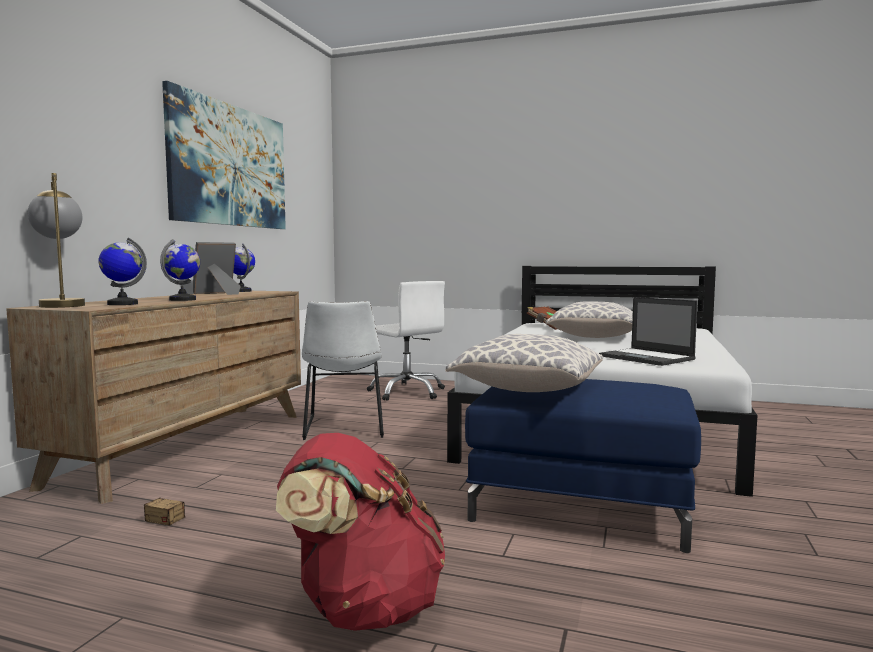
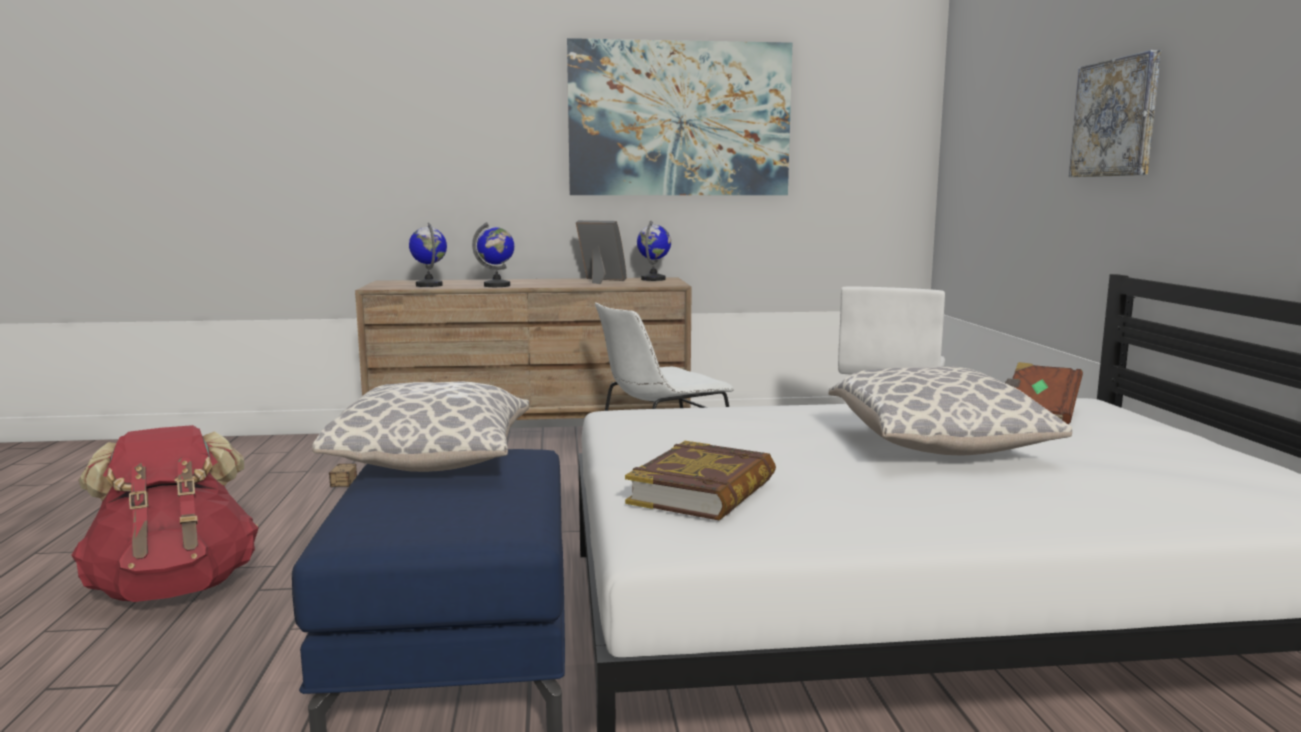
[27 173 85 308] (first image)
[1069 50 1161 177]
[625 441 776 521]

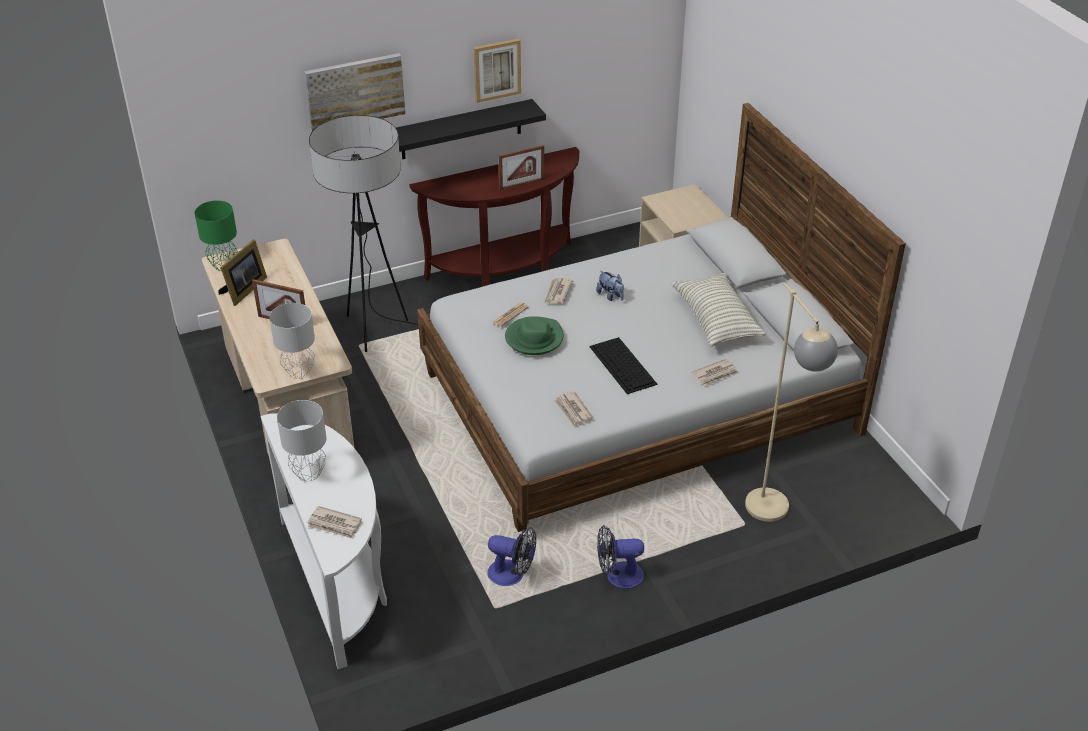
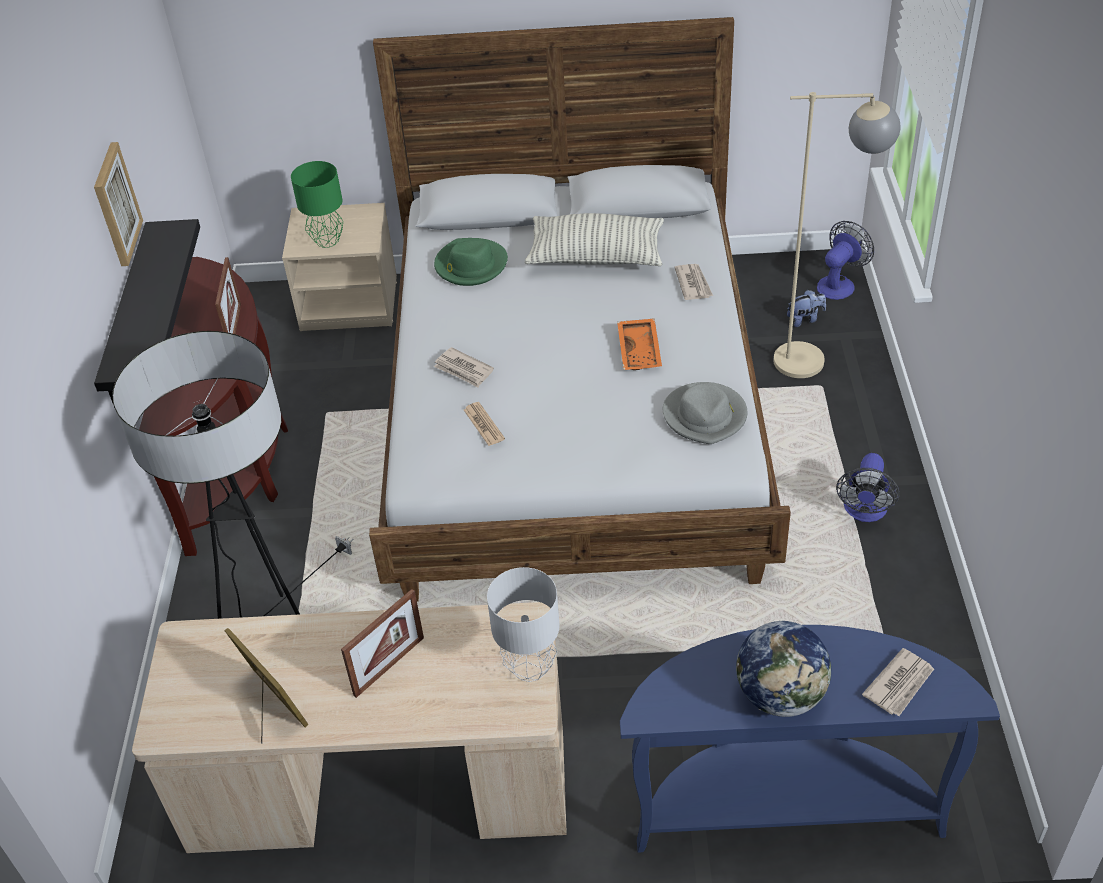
[304 53 405 131] (first image)
[291 161 343 248]
[817 221 874 300]
[434 238 508 286]
[787 290 826 327]
[736 621 831 717]
[663 382 747 444]
[617 318 662 370]
[620 625 1000 853]

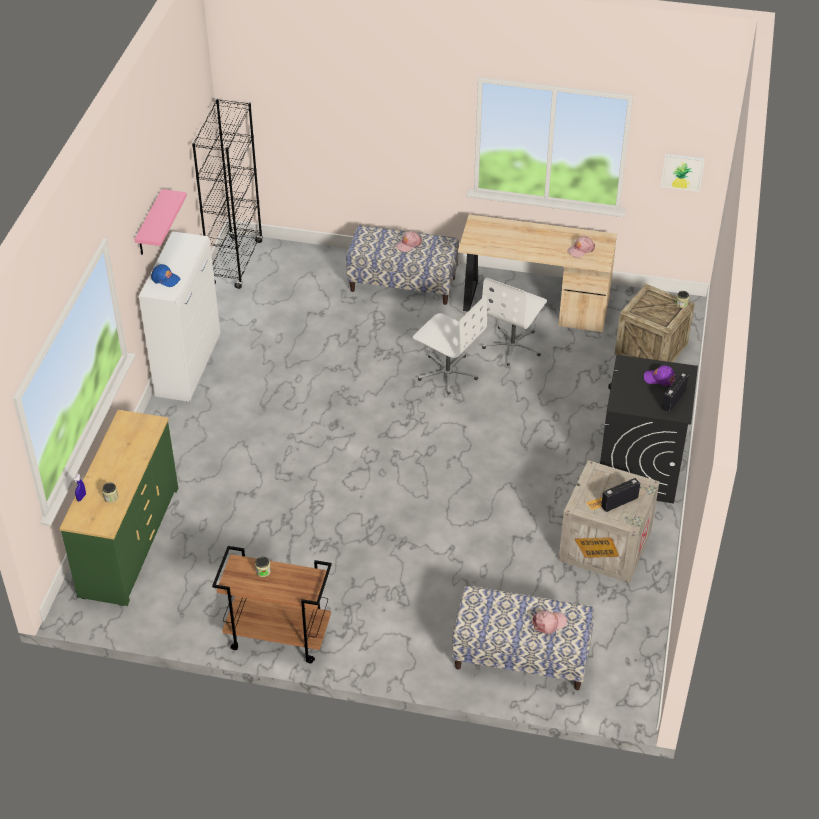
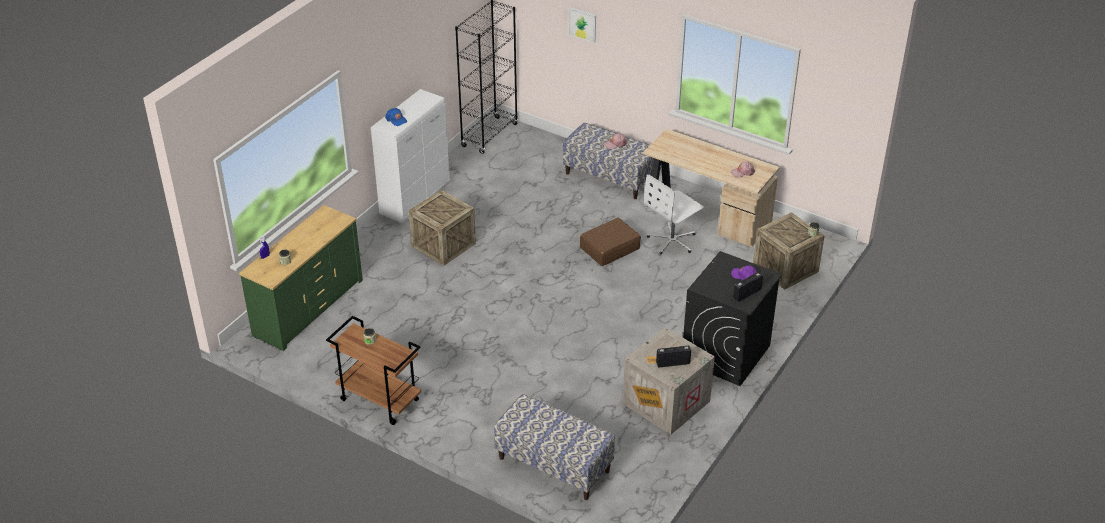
[135 189 187 255] (first image)
[532 611 567 634] (first image)
[409 190 476 265]
[568 7 596 43]
[580 218 641 266]

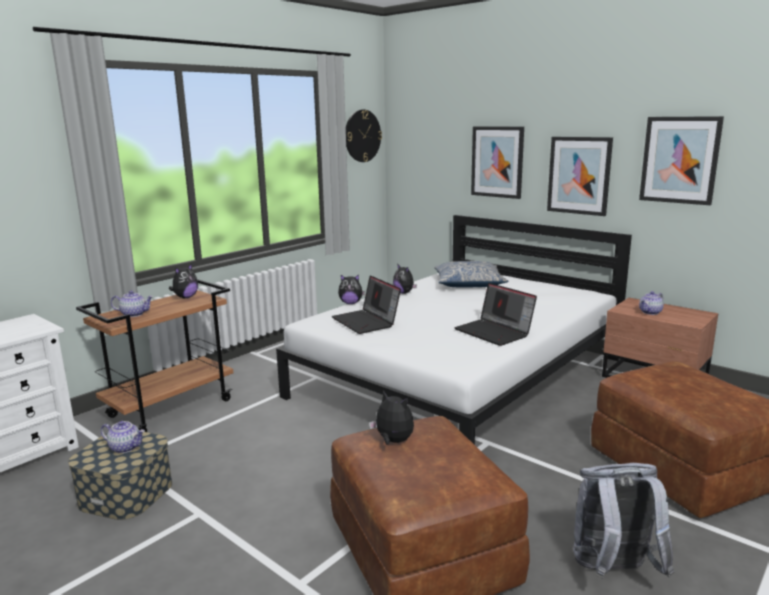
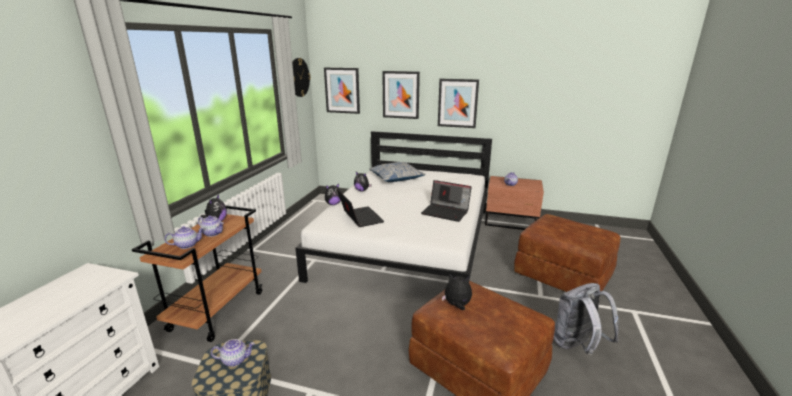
[198 216 224 237]
[324 67 360 114]
[337 189 384 227]

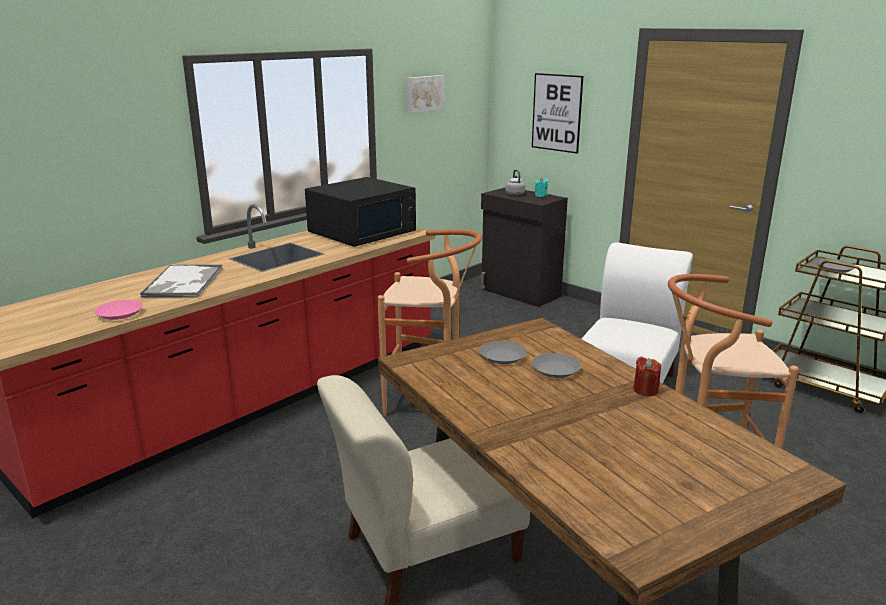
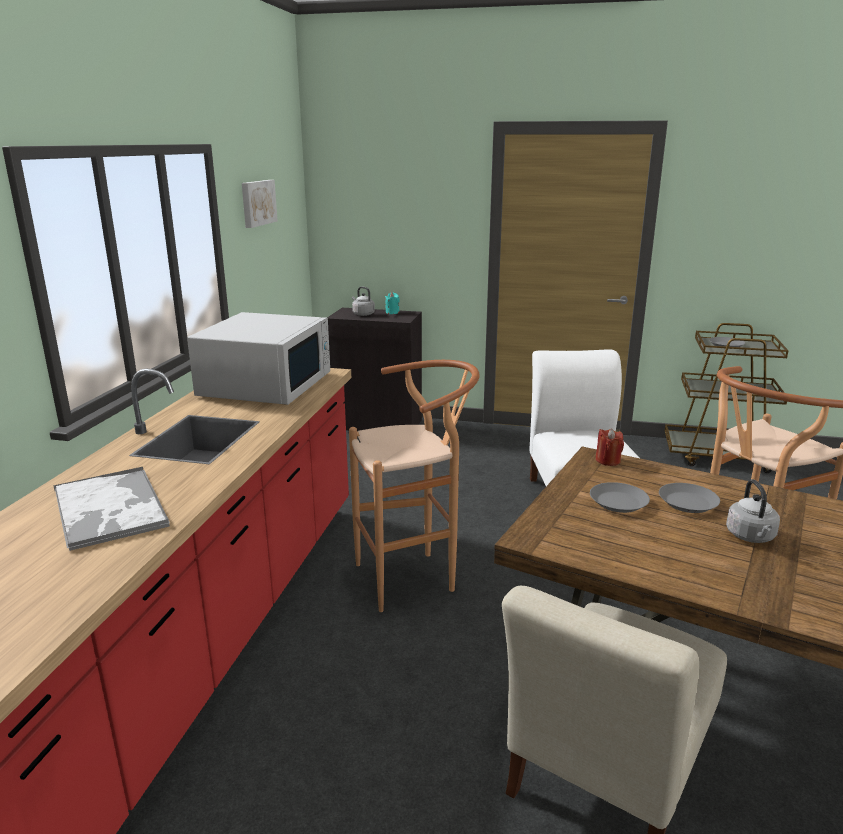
[94 300 143 320] (first image)
[532 73 583 154] (first image)
[726 479 780 543]
[596 429 624 466]
[187 312 330 405]

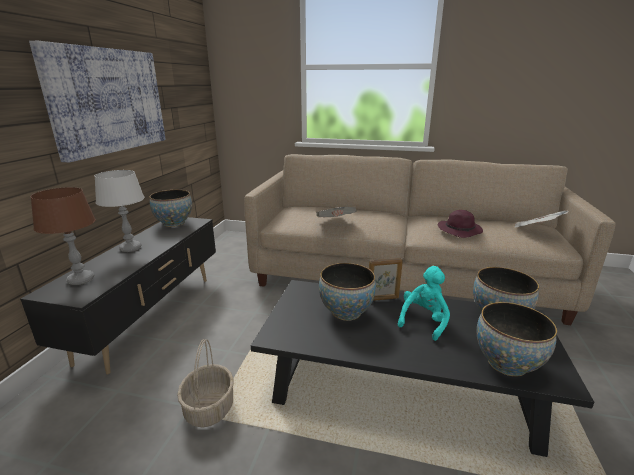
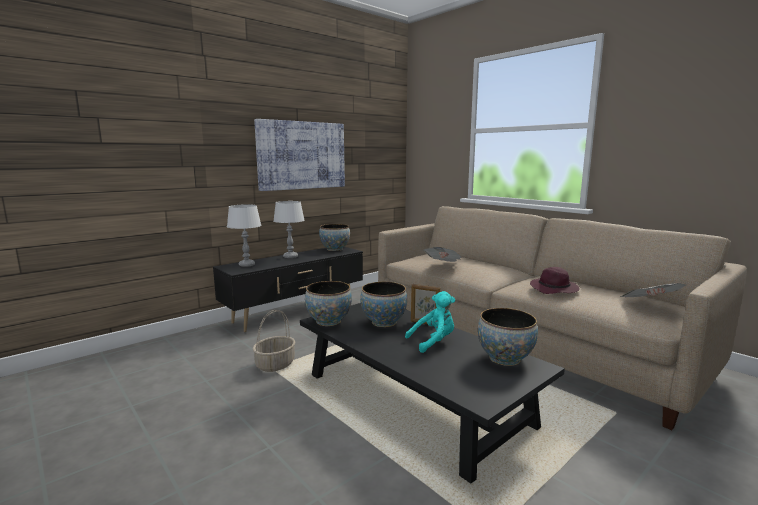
[305 281 352 326]
[227 204 261 267]

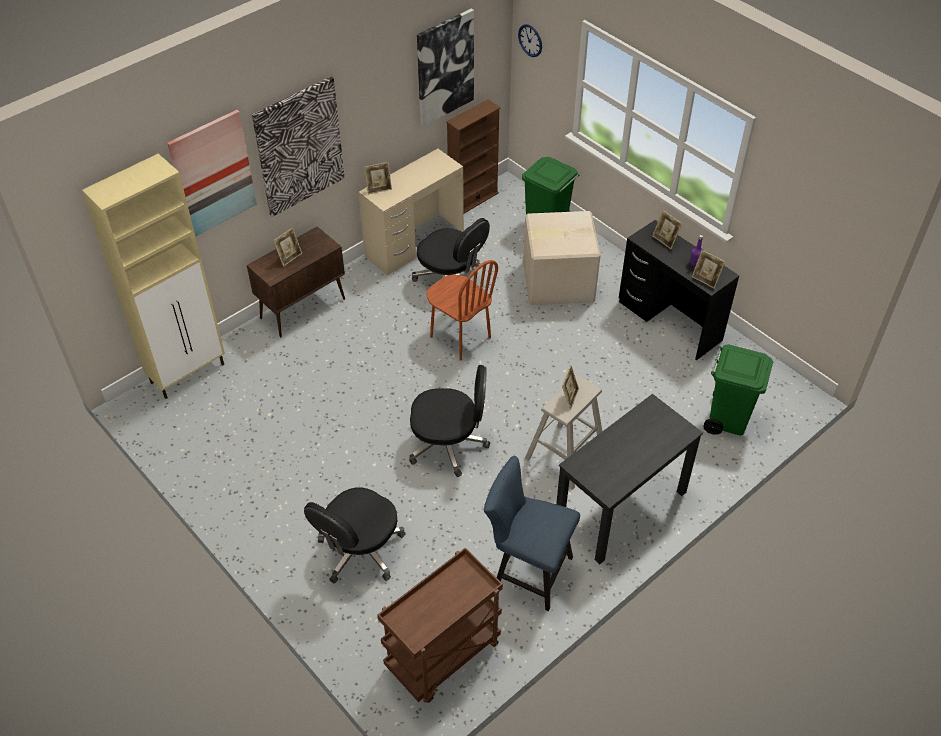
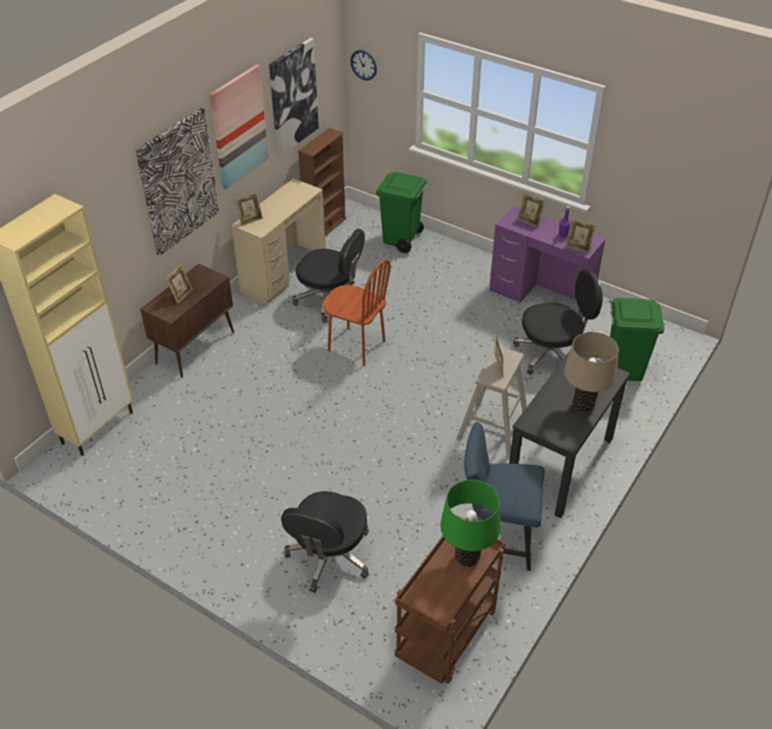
[523 211 601 305] (first image)
[440 480 501 567]
[564 332 619 413]
[210 64 268 189]
[513 269 603 375]
[490 206 605 318]

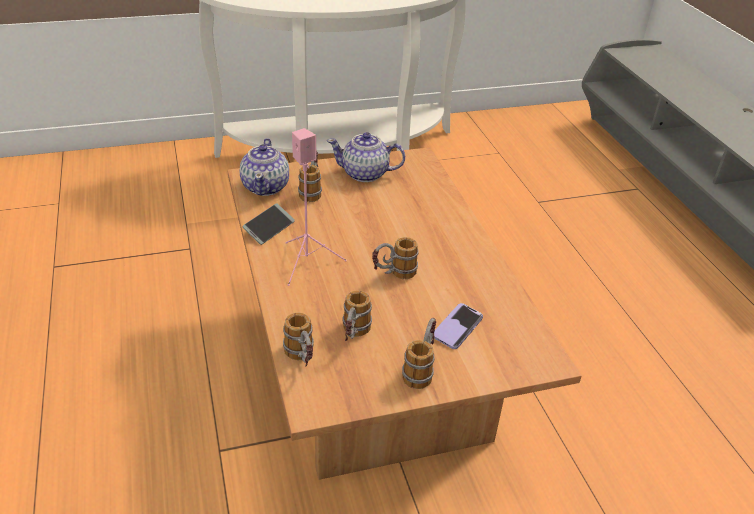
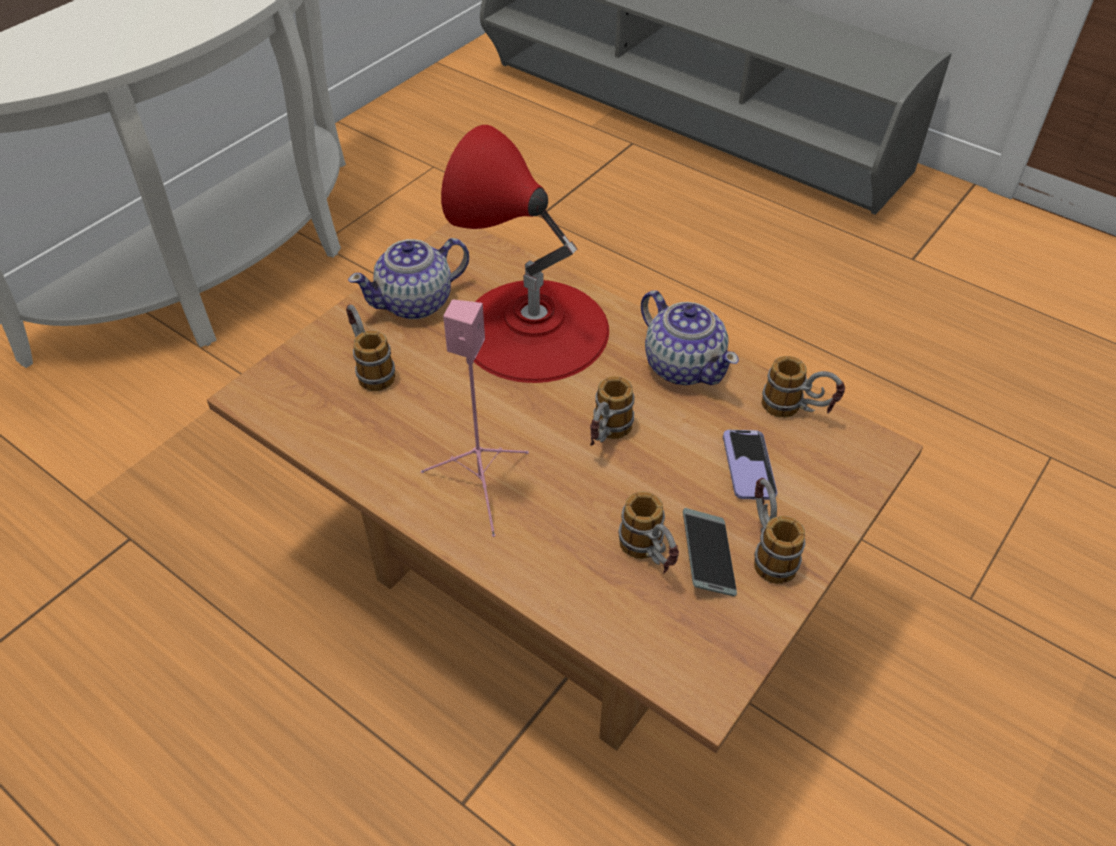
[441 125 609 383]
[641 290 739 385]
[683 508 737 596]
[762 356 845 418]

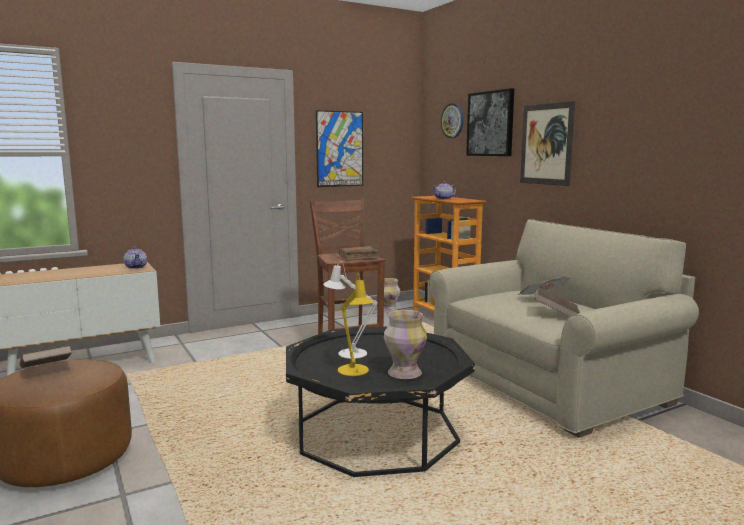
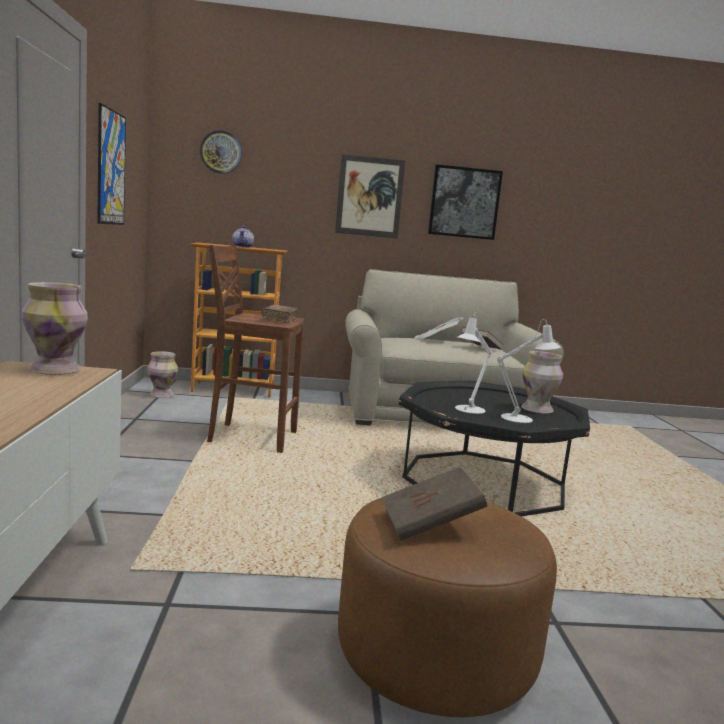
[428 164 503 240]
[22 282 88 375]
[497 319 560 423]

